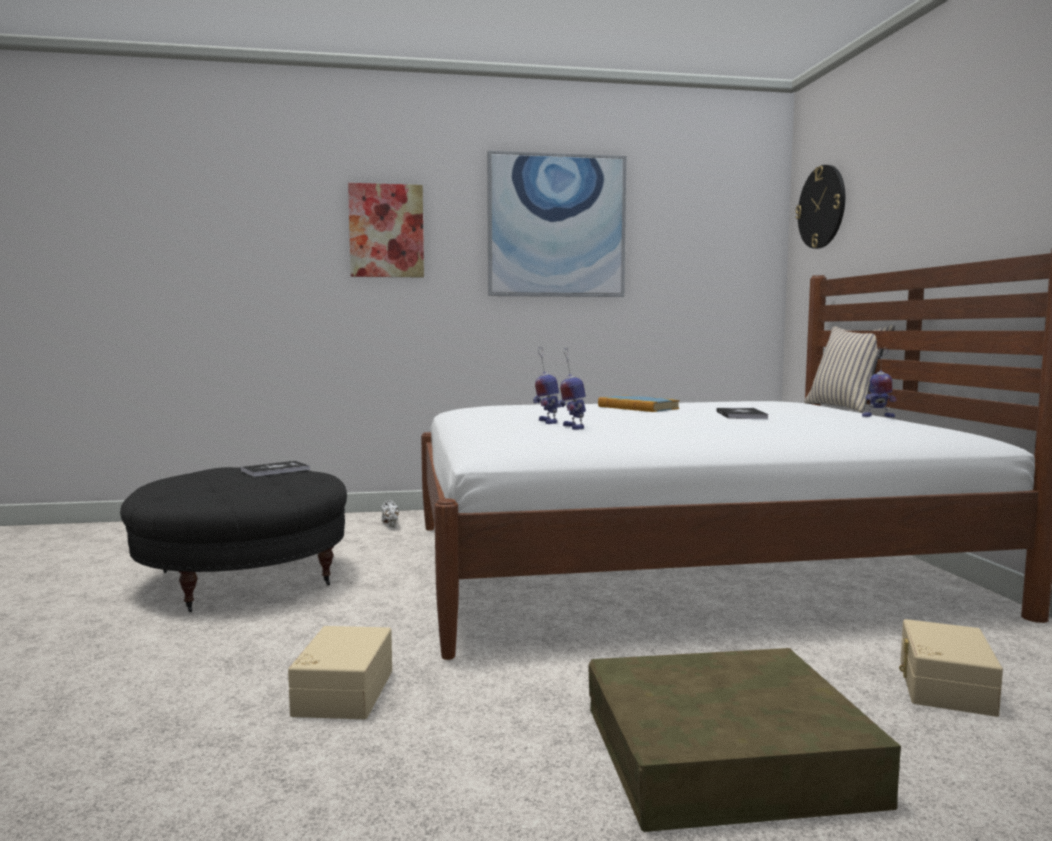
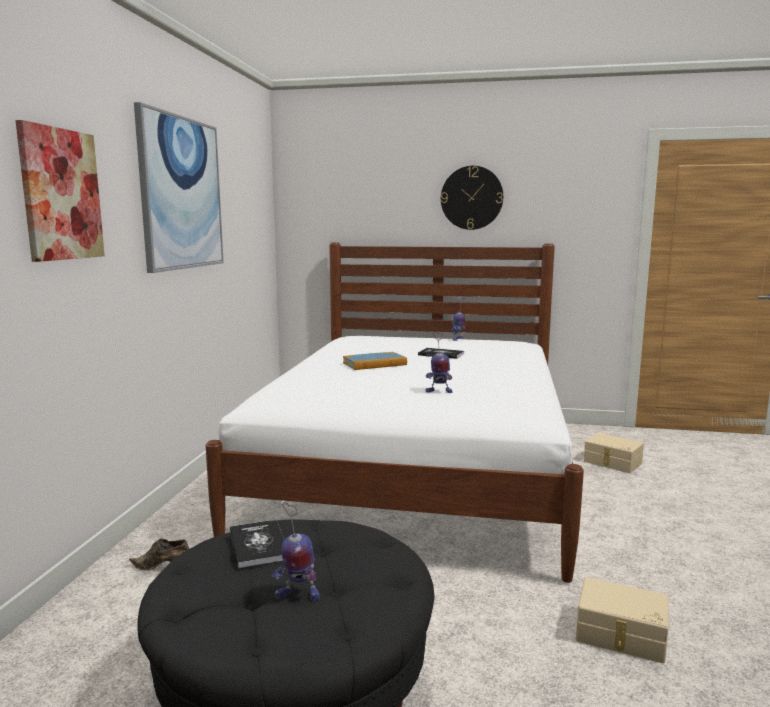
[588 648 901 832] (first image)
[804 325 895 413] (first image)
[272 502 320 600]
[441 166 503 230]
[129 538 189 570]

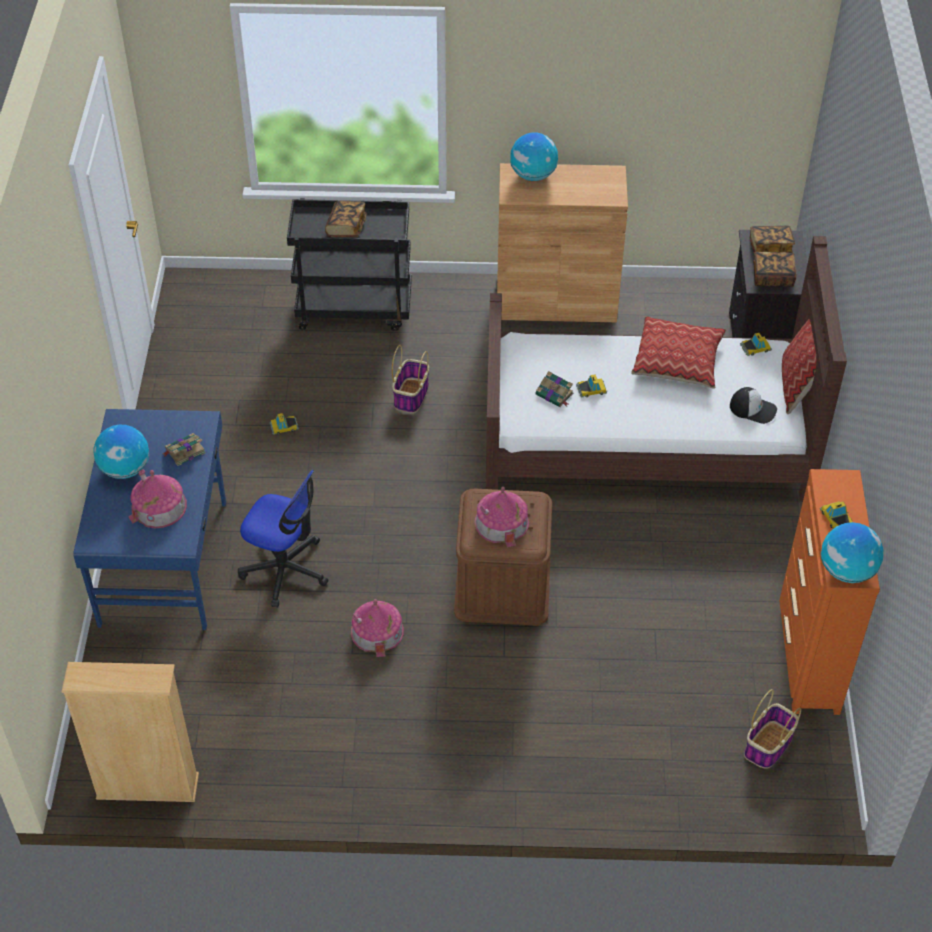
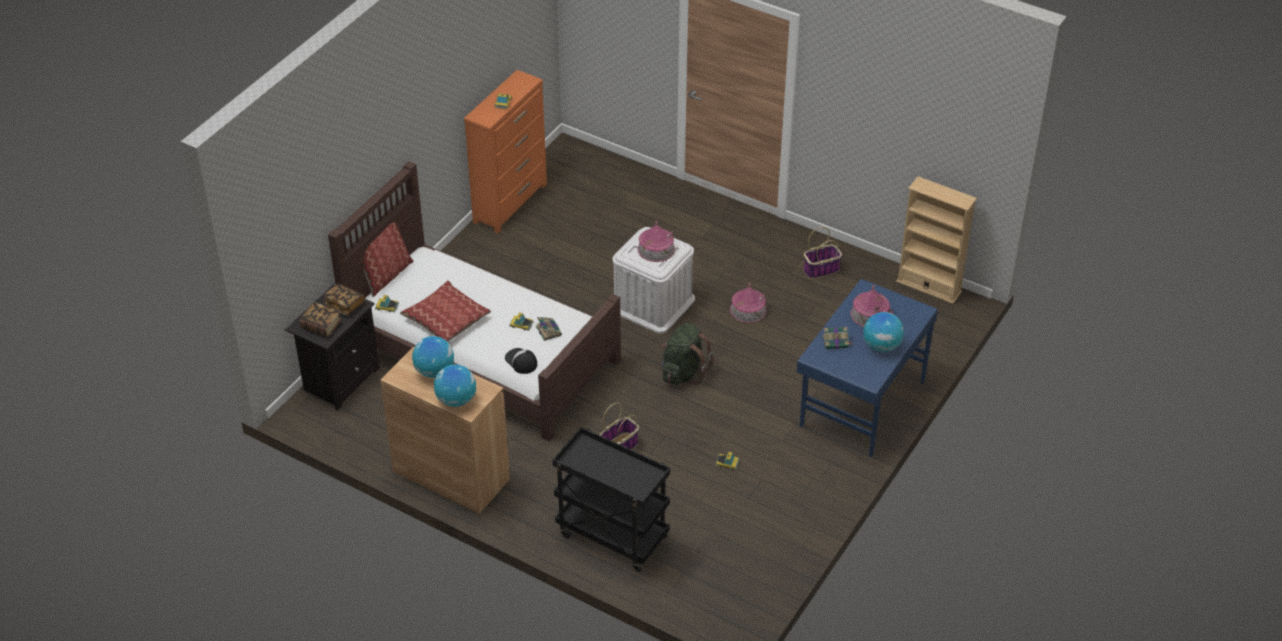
[238 470 329 608] (first image)
[325 201 367 237] (first image)
[662 323 714 385]
[505 348 537 374]
[803 227 842 279]
[412 336 454 378]
[613 227 695 334]

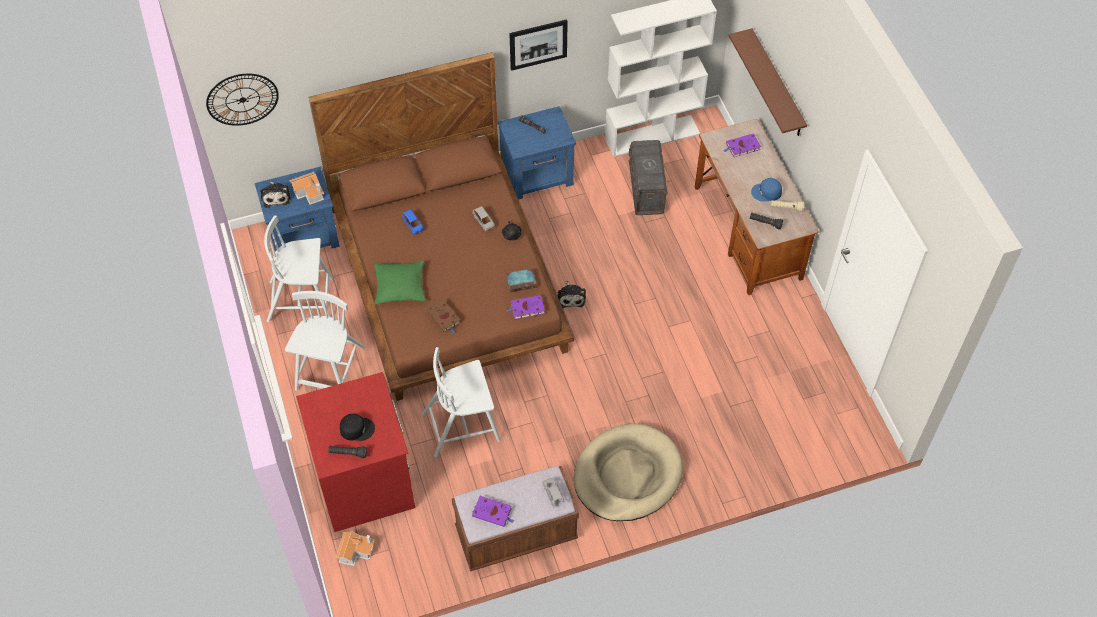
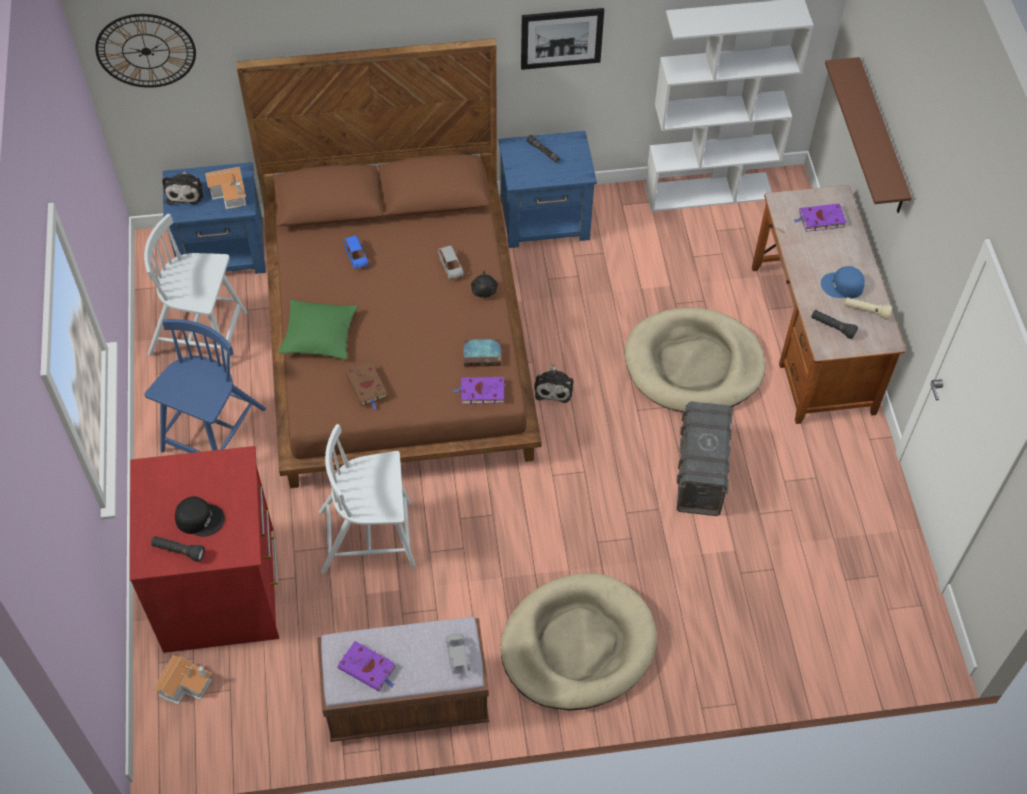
[625 307 765 412]
[676 401 733 516]
[144 319 266 453]

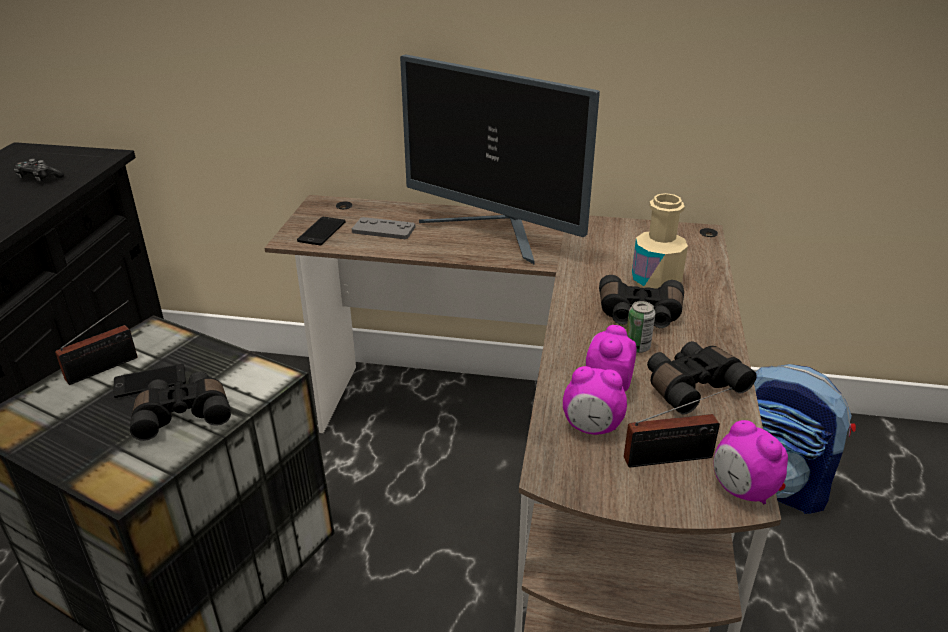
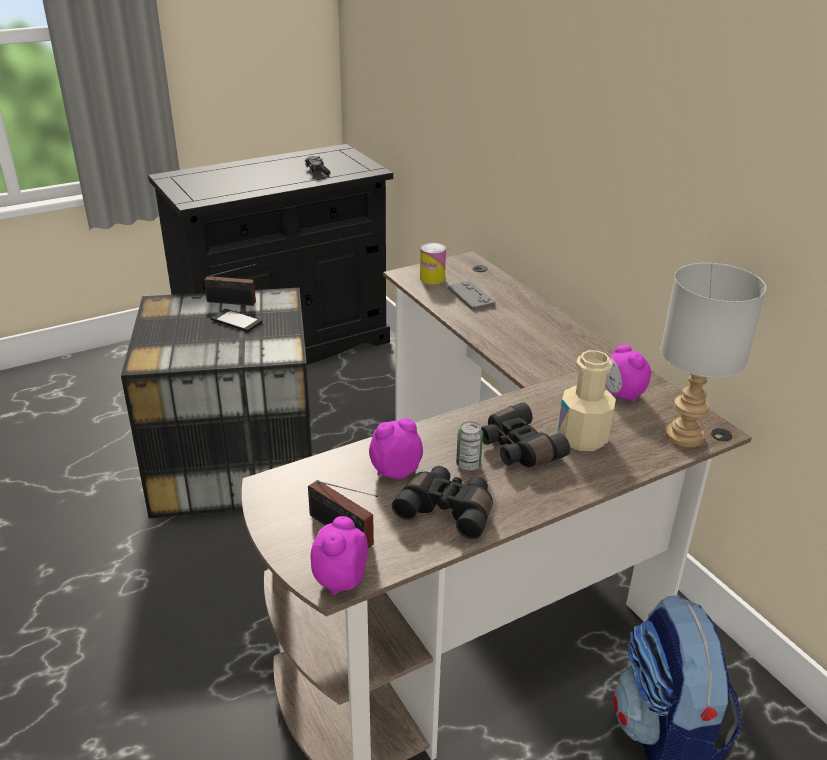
[130 371 231 441] (first image)
[400 54 600 264] (first image)
[660 263 766 447]
[605 345 651 403]
[420 243 446 284]

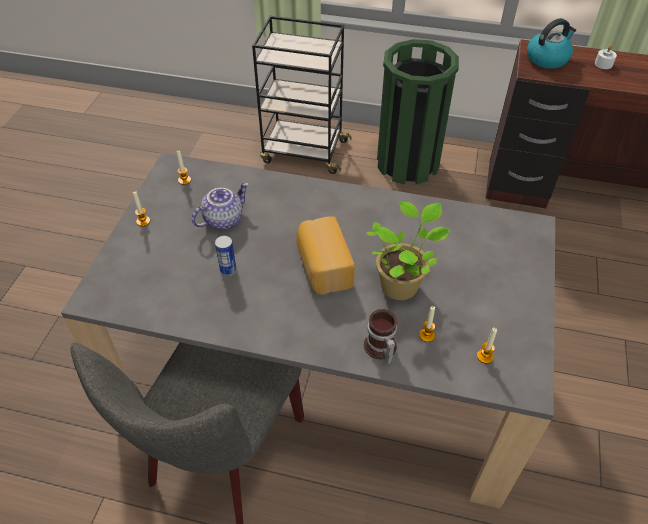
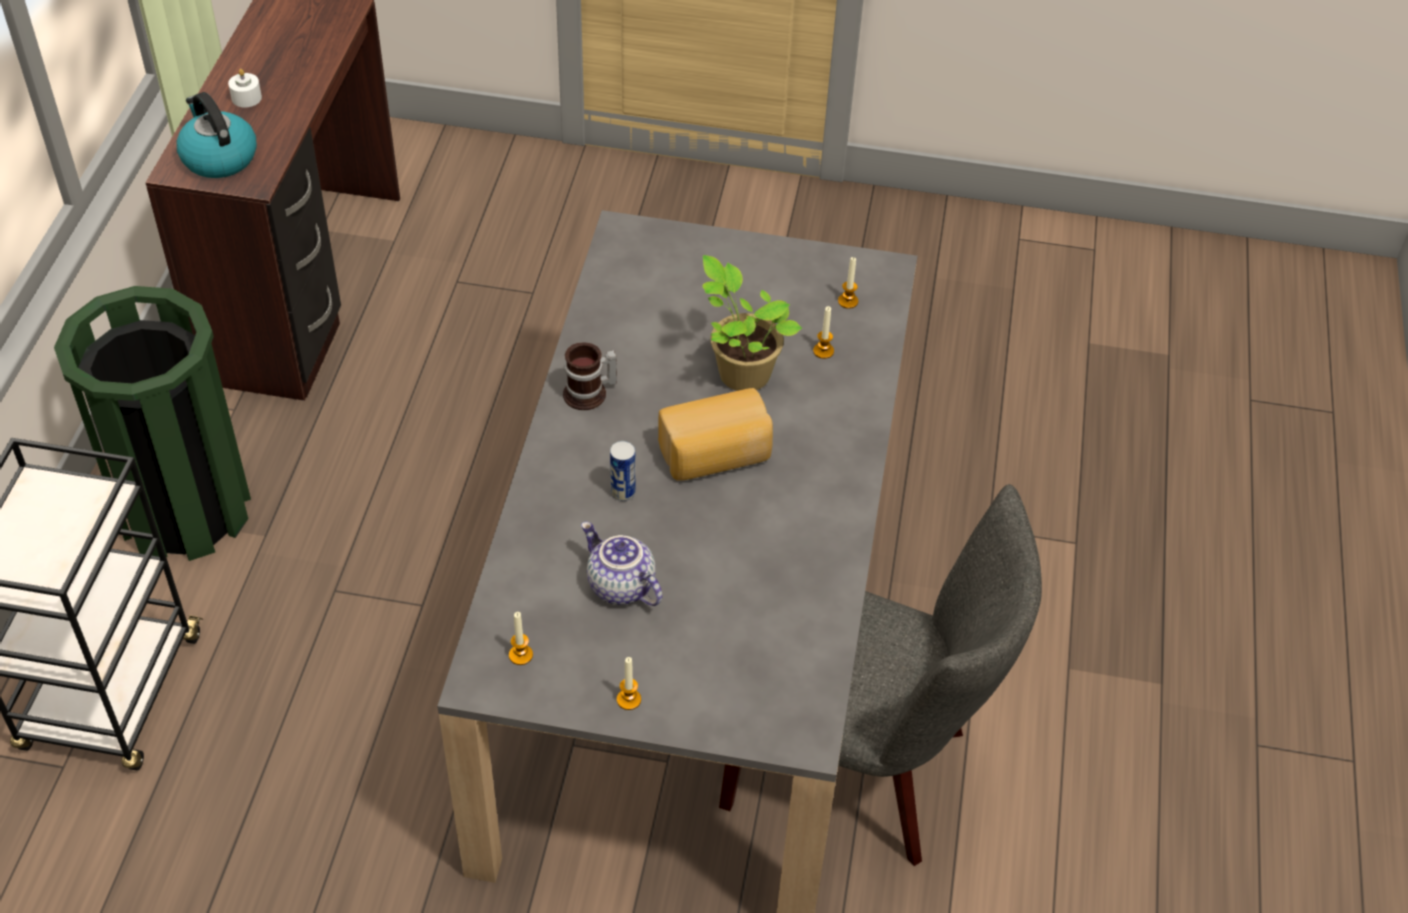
[610 441 635 501]
[563 343 617 410]

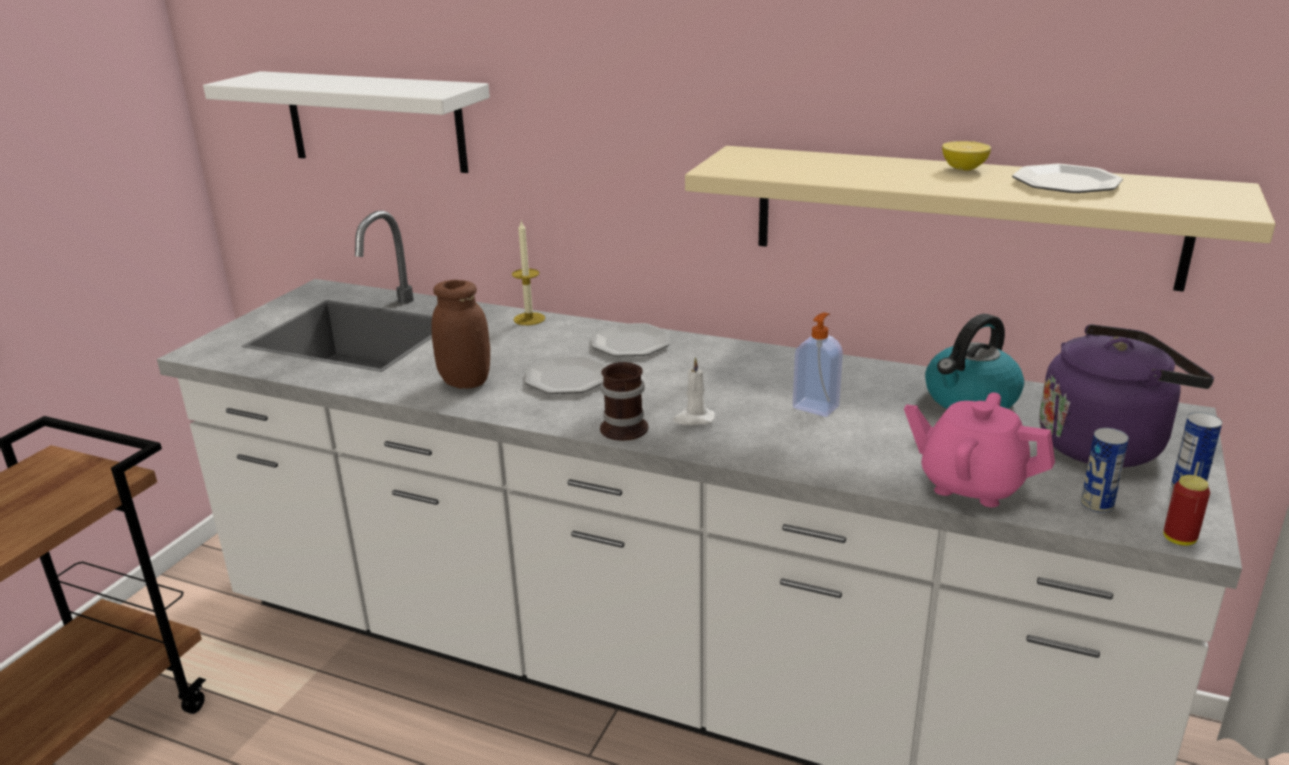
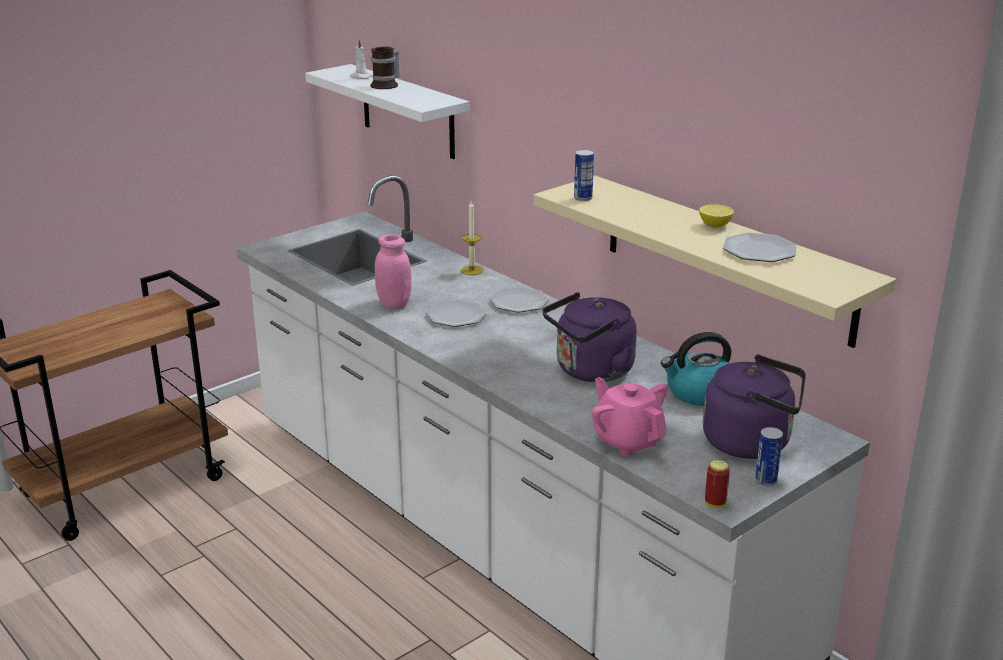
[370 47 399 89]
[350 39 372 79]
[574 149 594 201]
[542 292 637 382]
[375 234 412 308]

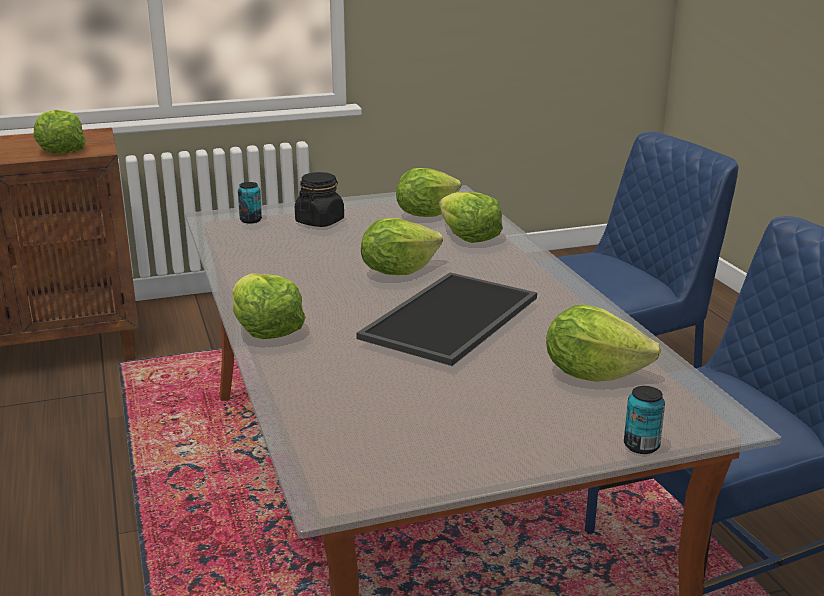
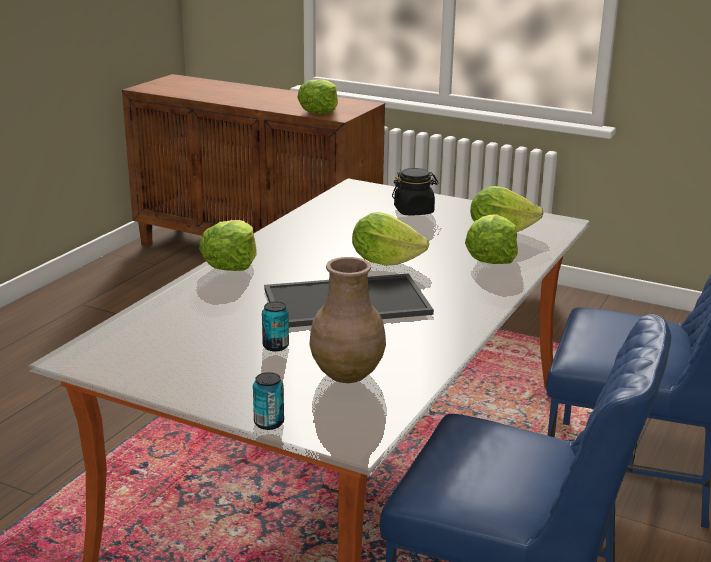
[262 301 289 351]
[310 257 386 383]

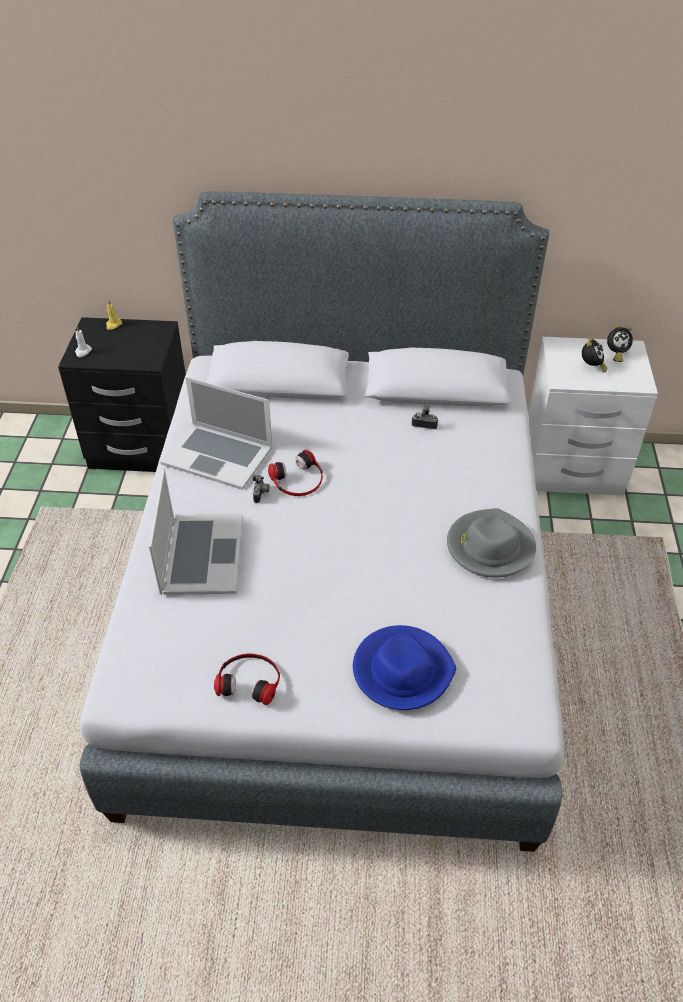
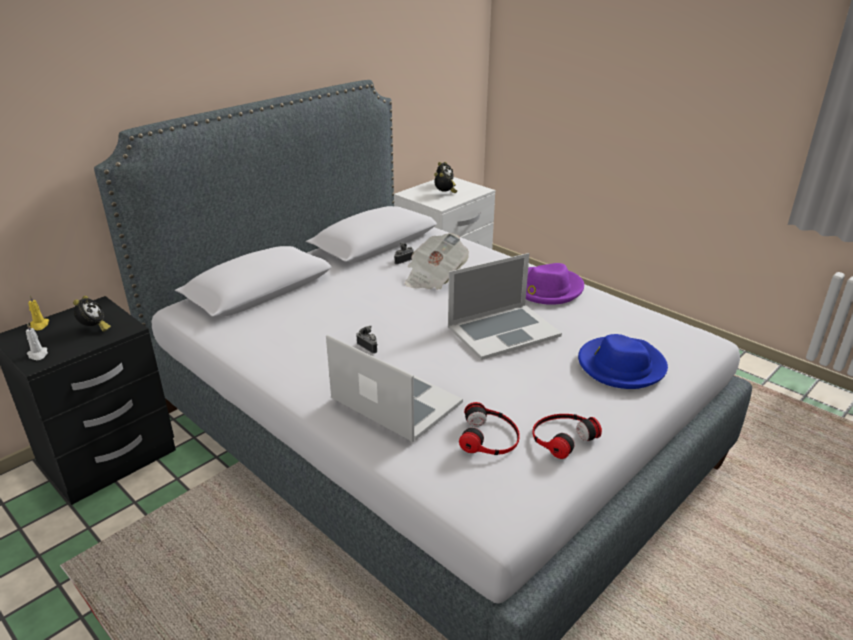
[73 296 111 332]
[405 233 469 290]
[448 253 562 360]
[459 402 520 455]
[526 263 584 305]

